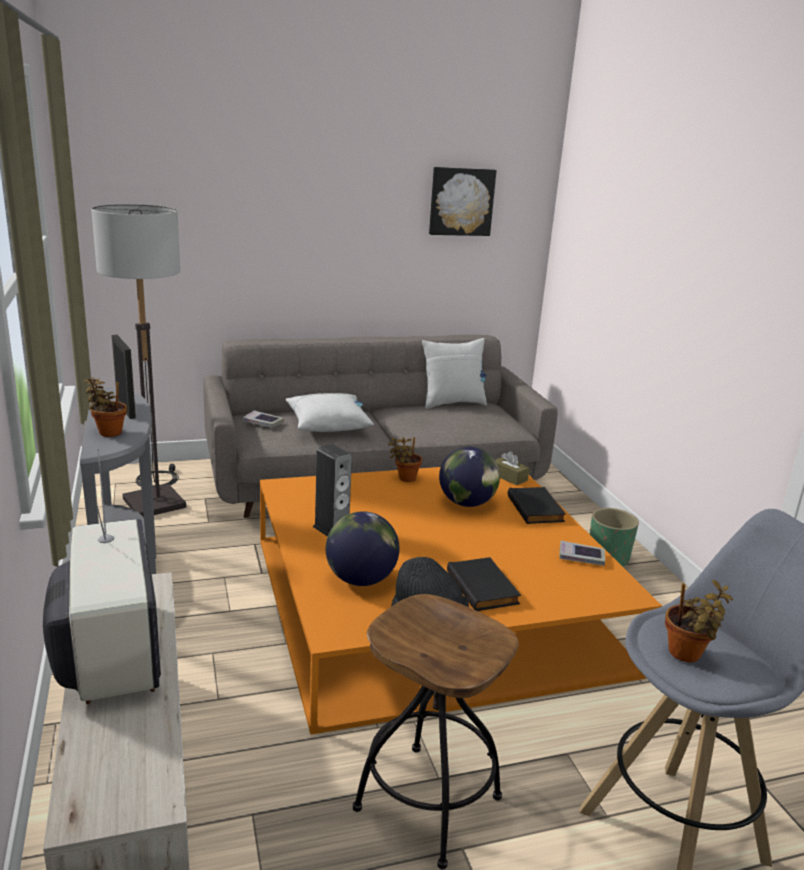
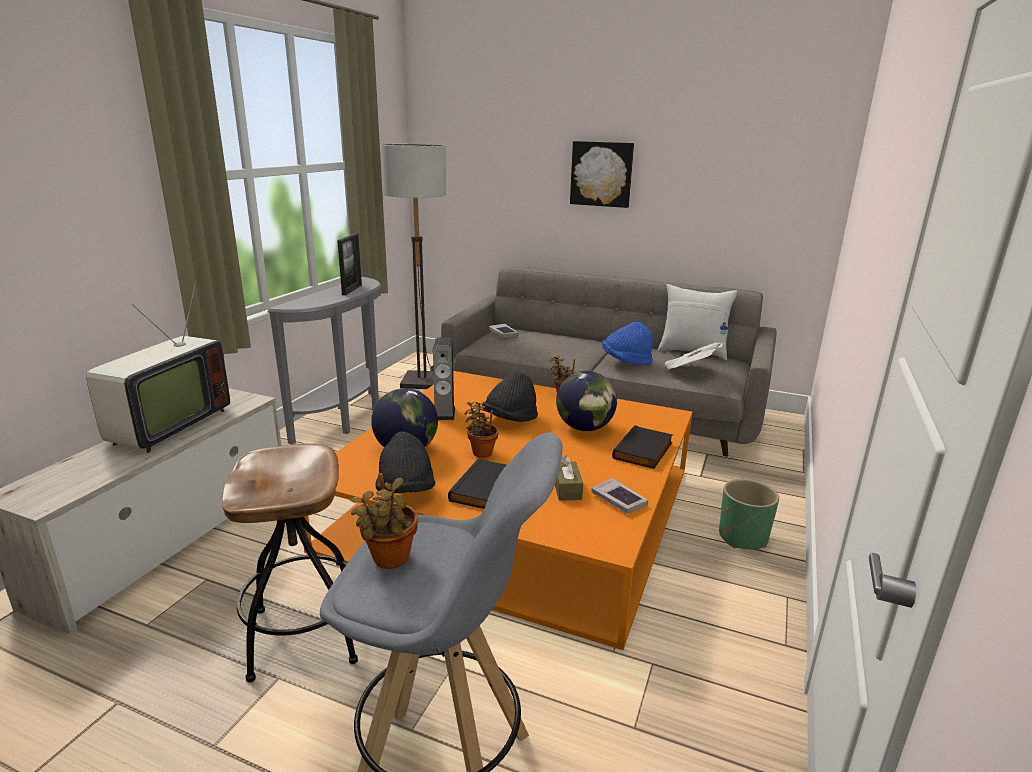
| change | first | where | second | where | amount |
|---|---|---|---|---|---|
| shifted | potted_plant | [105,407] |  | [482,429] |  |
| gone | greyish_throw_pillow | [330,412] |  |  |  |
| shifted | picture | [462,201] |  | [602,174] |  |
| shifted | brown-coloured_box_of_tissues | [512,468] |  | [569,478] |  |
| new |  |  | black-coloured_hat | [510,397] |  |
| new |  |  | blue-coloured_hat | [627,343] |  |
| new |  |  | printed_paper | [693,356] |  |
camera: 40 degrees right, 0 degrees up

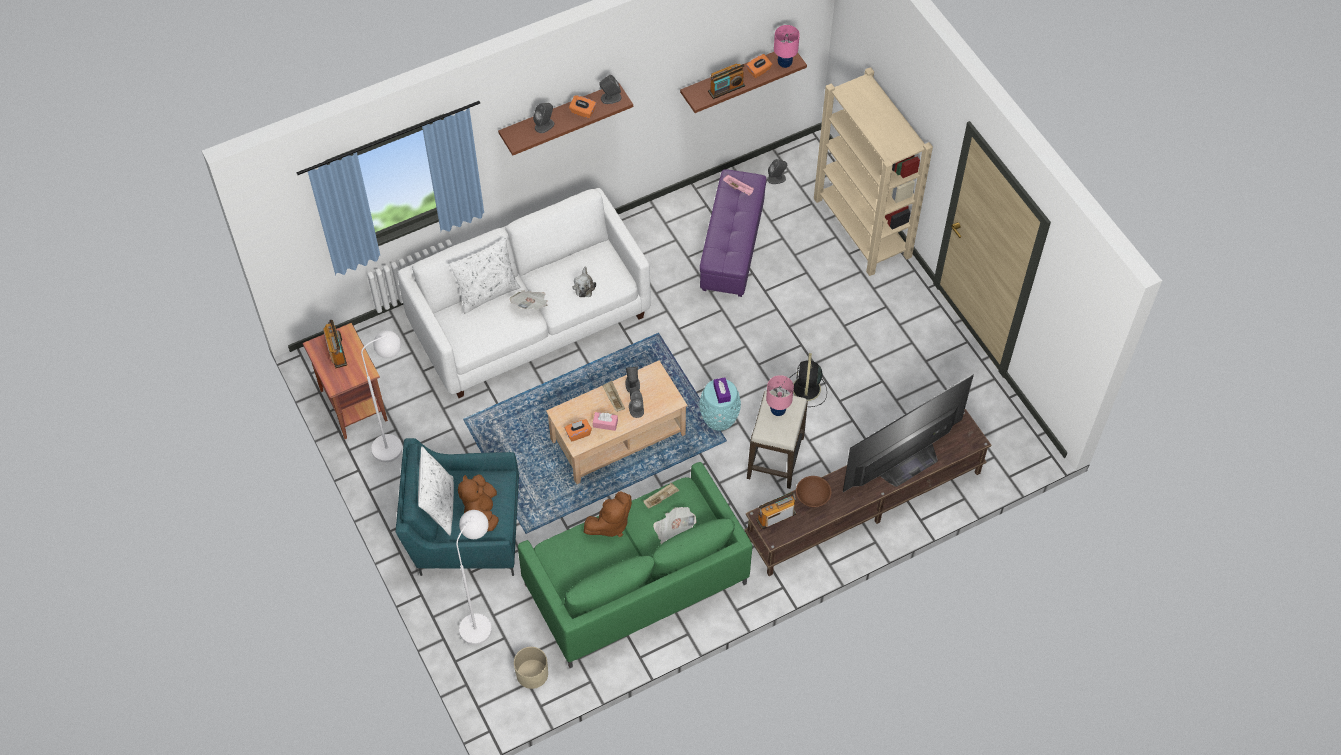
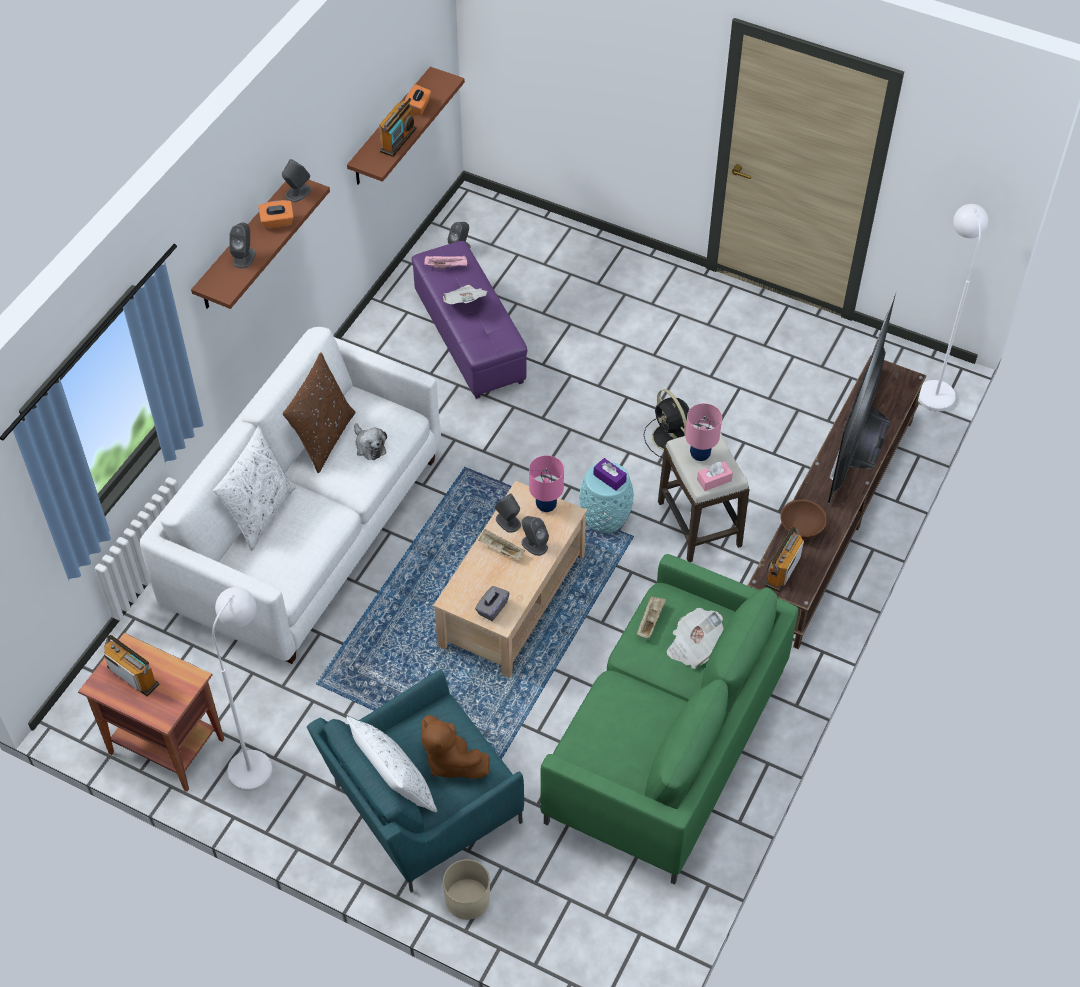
| change | first | where | second | where | amount |
|---|---|---|---|---|---|
| shifted | white-coloured_floor_lamp | [474,577] |  | [953,308] |  |
| shifted | printed_paper | [529,299] |  | [465,294] |  |
| shifted | sand-coloured_plant_pot | [531,668] |  | [466,889] |  |
| repainted | orange-coloured_box_of_tissues | [578,430] | greyish_box_of_tissues | [492,603] |  |
| gone | brown-coloured_cuddly_toy | [608,514] |  |  |  |
| shifted | pink_box_of_tissues | [605,421] |  | [715,476] |  |
| shifted | pink_lamp_for_a_table | [787,46] |  | [546,483] |  |
| gone | sand-coloured_shelving_unit | [873,171] |  |  |  |
| new |  |  | brown-coloured_throw_pillow | [319,412] |  |
camera: 35 degrees left, 5 degrees down

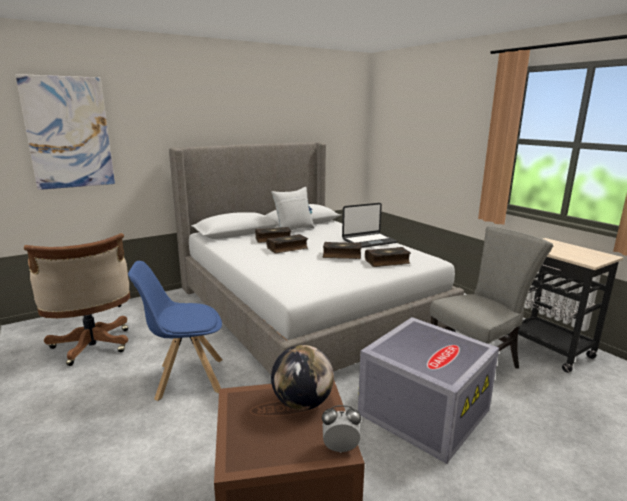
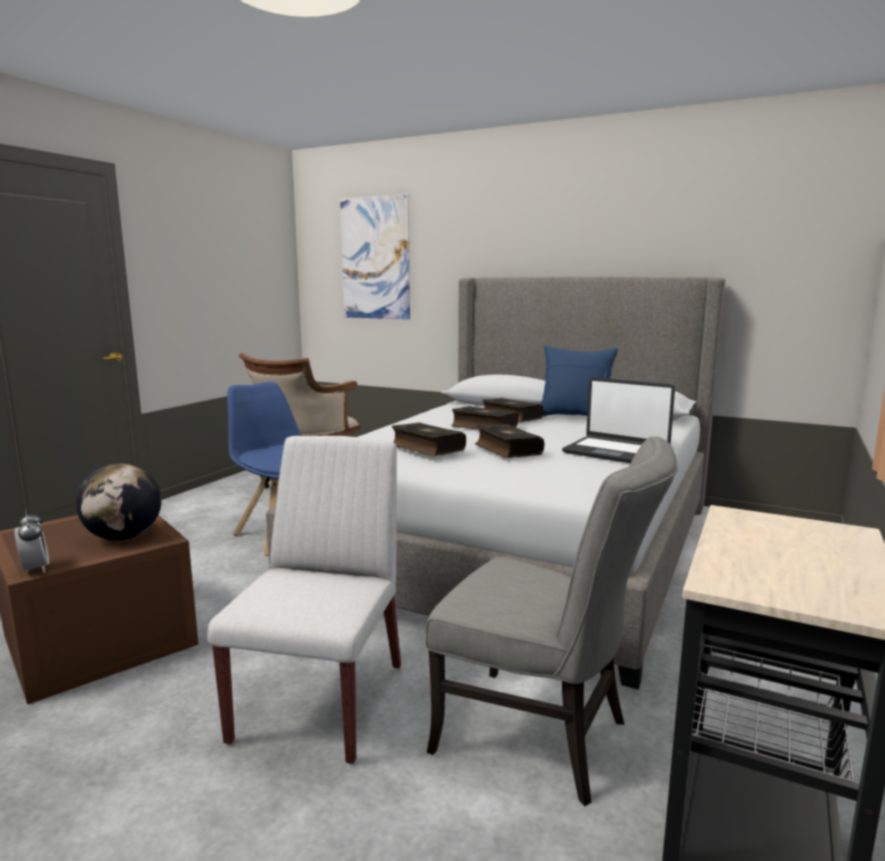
| change | first | where | second | where | amount |
|---|---|---|---|---|---|
| repainted | greyish_throw_pillow | [292,208] | blue-coloured_throw_pillow | [579,380] |  |
| swapped | greyish_storage_container | [428,390] | white-coloured_chair | [304,600] |  |
| shifted | volume | [388,257] |  | [429,439] |  |
camera: 60 degrees right, 5 degrees down

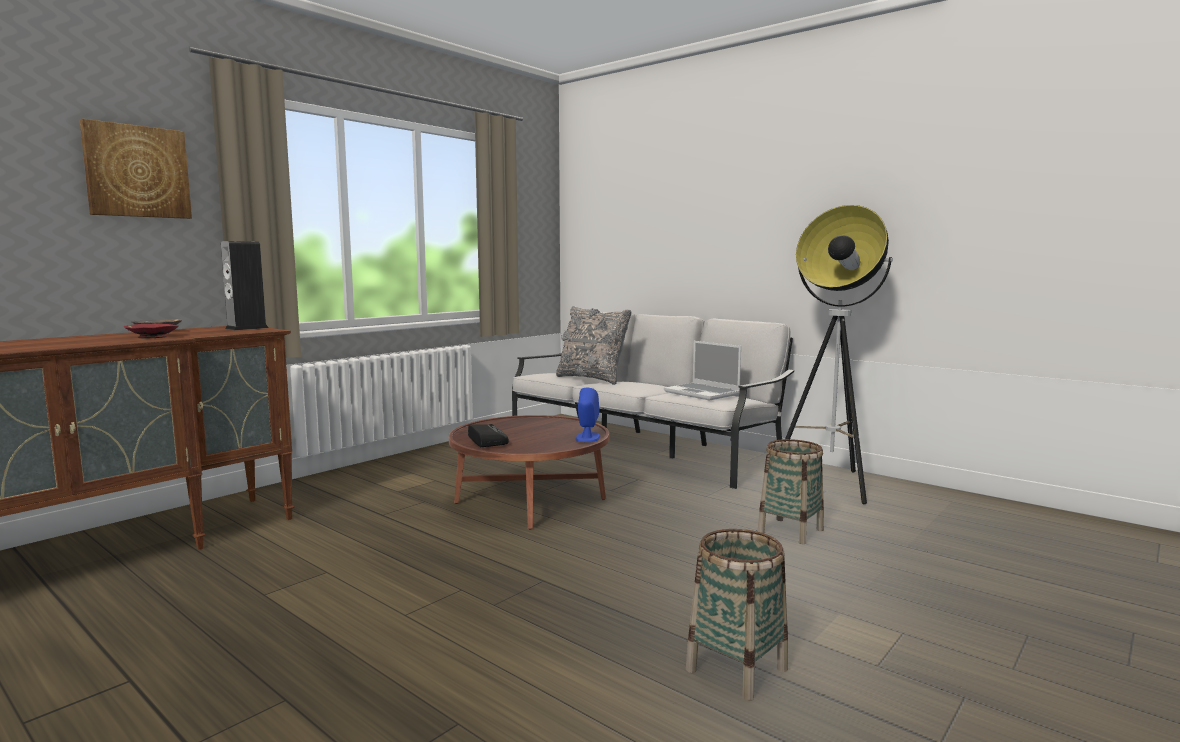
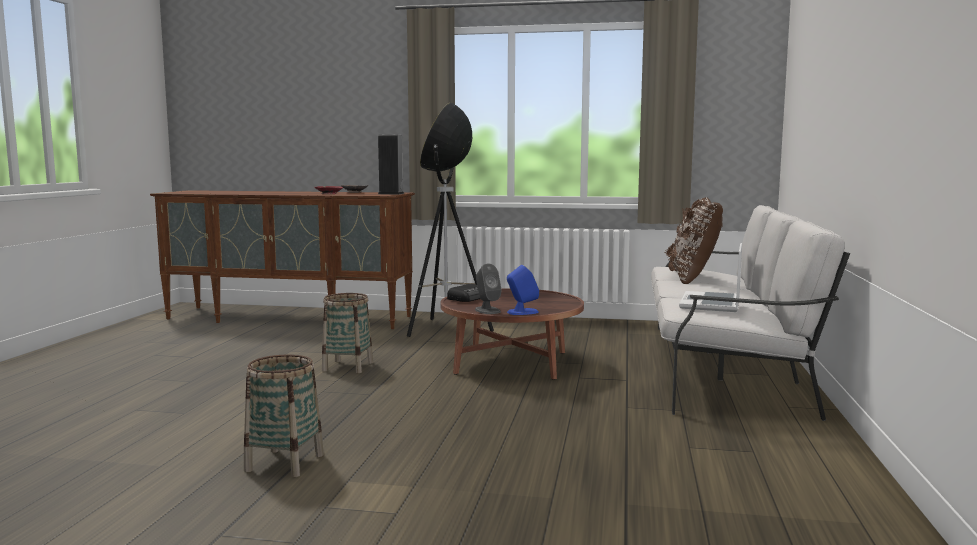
| change | first | where | second | where | amount |
|---|---|---|---|---|---|
| gone | picture | [136,169] |  |  |  |
| repainted | greyish_throw_pillow | [593,345] | brown-coloured_throw_pillow | [694,240] |  |
| shifted | basket | [790,491] |  | [347,333] |  |
| shifted | floor_lamp | [839,354] |  | [450,220] |  |
| new |  |  | greyish_speaker | [488,289] |  |
camera: 60 degrees right, 0 degrees up

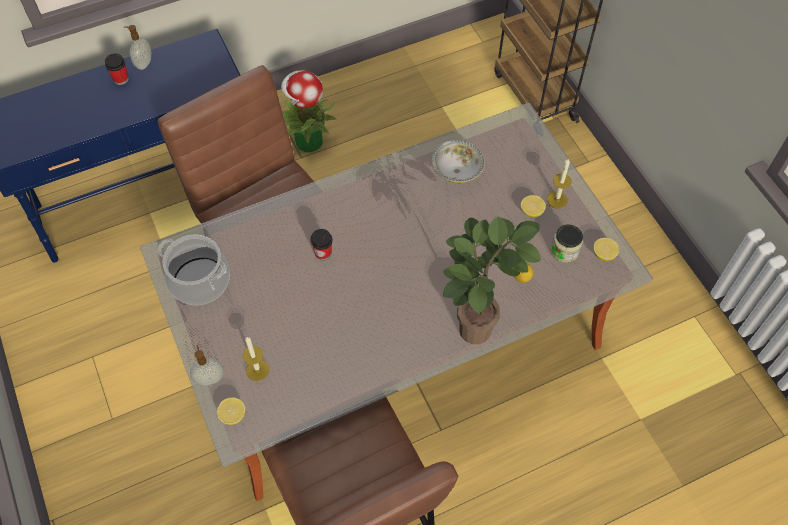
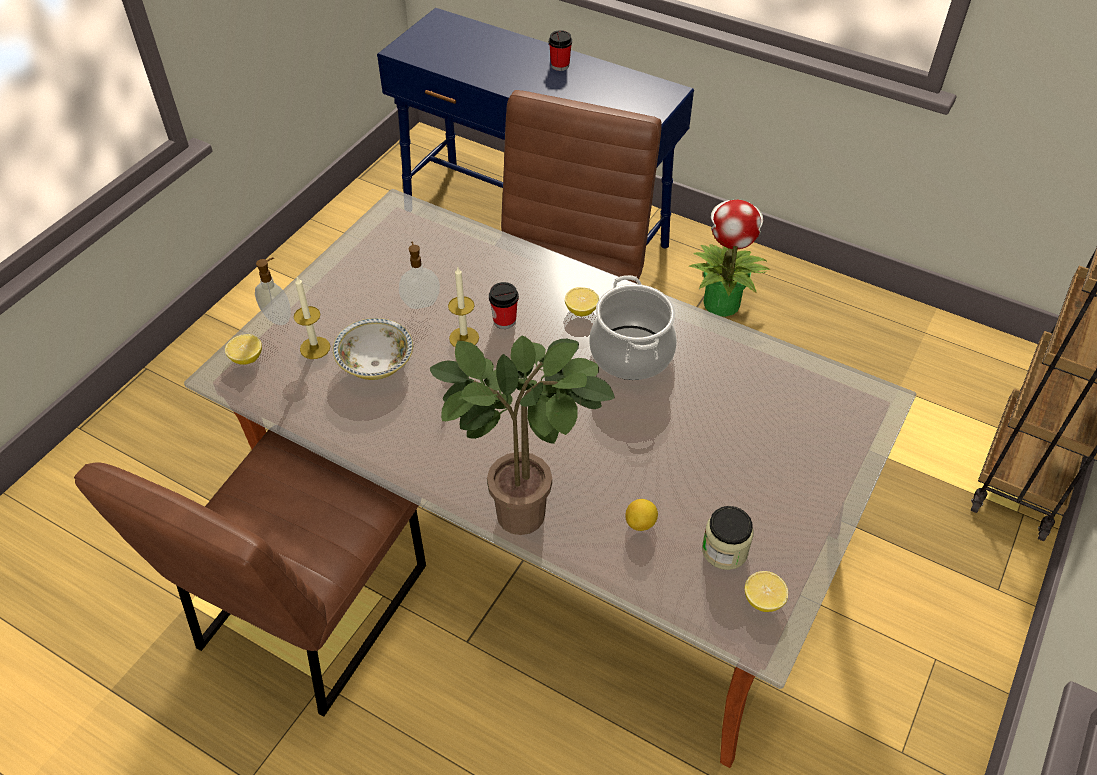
| change | first | where | second | where | amount |
|---|---|---|---|---|---|
| shifted | liquid_soap_bottle | [137,47] |  | [419,275] |  |
| shifted | cooking_pot | [193,270] |  | [633,327] |  |
| shifted | deep_dish | [458,161] |  | [373,349] |  |
| shifted | citrus_fruit | [533,206] |  | [582,301] |  |
| shifted | wax_candle | [559,183] |  | [463,307] |  |
camera: 55 degrees right, 10 degrees down

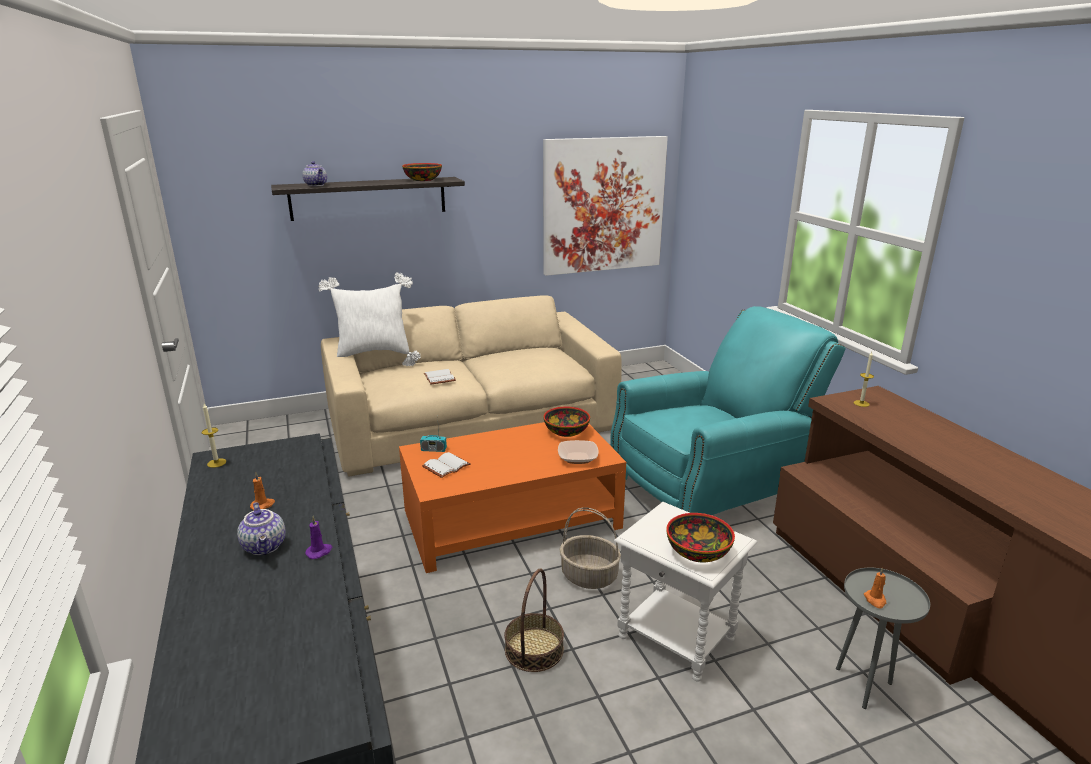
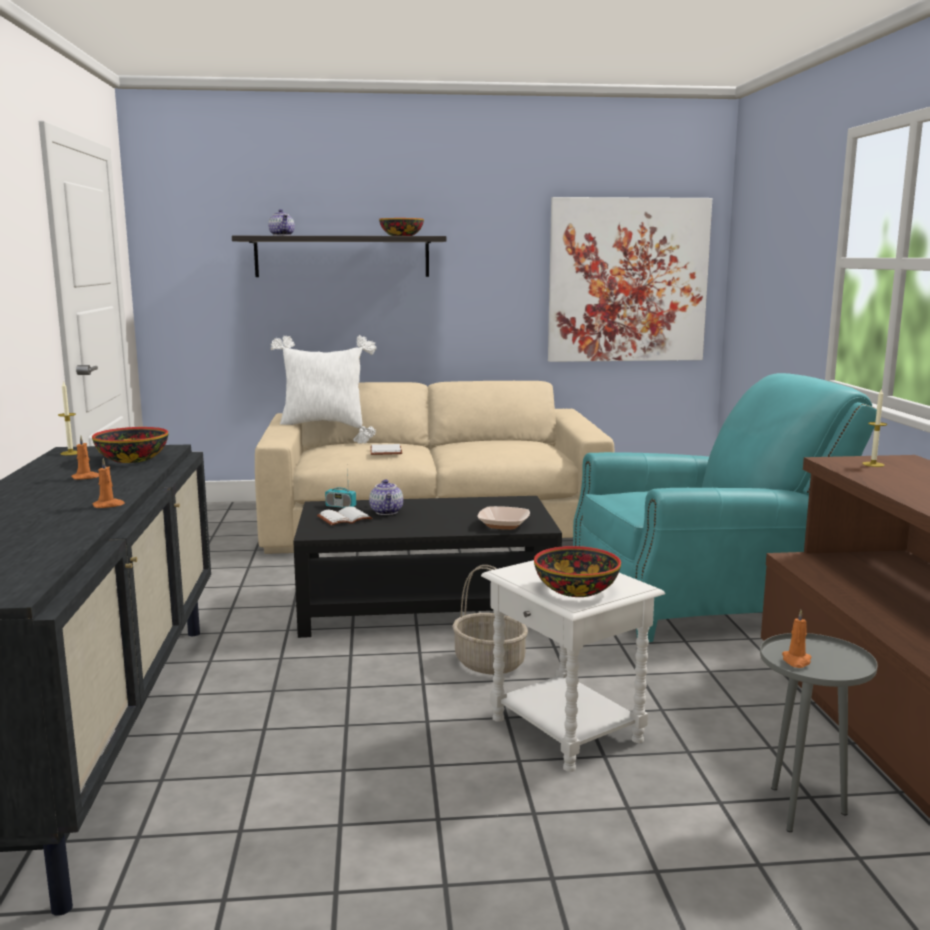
| change | first | where | second | where | amount |
|---|---|---|---|---|---|
| shifted | tea_pot | [261,528] |  | [386,497] |  |
| repainted | purple-coloured_wax_candle | [318,537] | orange-coloured_wax_candle | [108,483] |  |
| repainted | orange-coloured_lounge_table | [512,497] | black-coloured_lounge_table | [427,567] |  |
| gone | basket | [534,620] |  |  |  |
| shifted | deep_dish | [567,421] |  | [130,445] |  |
camera: 15 degrees right, 10 degrees down

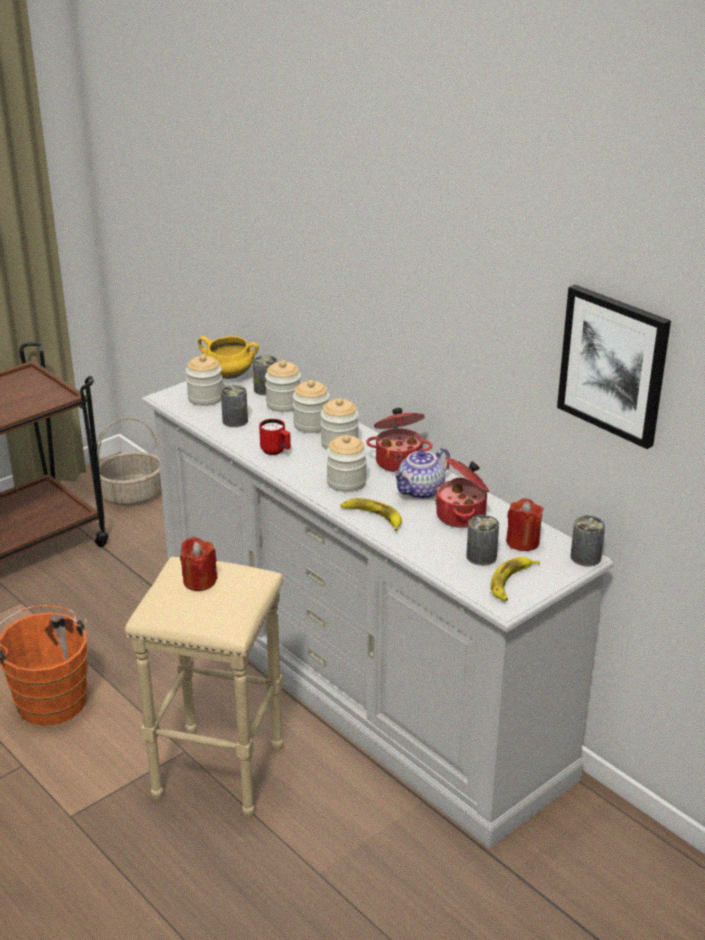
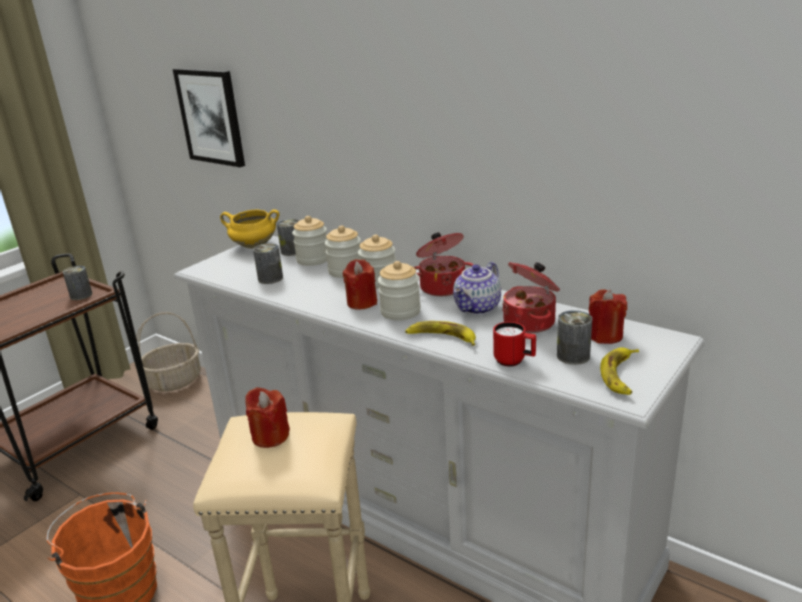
| change | first | where | second | where | amount |
|---|---|---|---|---|---|
| gone | jar | [204,380] |  |  |  |
| shifted | reddish_mug | [275,437] |  | [514,344] |  |
| shifted | picture | [614,367] |  | [209,117] |  |
| shifted | can | [587,541] |  | [78,283] |  |
| new |  |  | reddish_wax_candle | [359,284] |  |
camera: 10 degrees left, 5 degrees down

